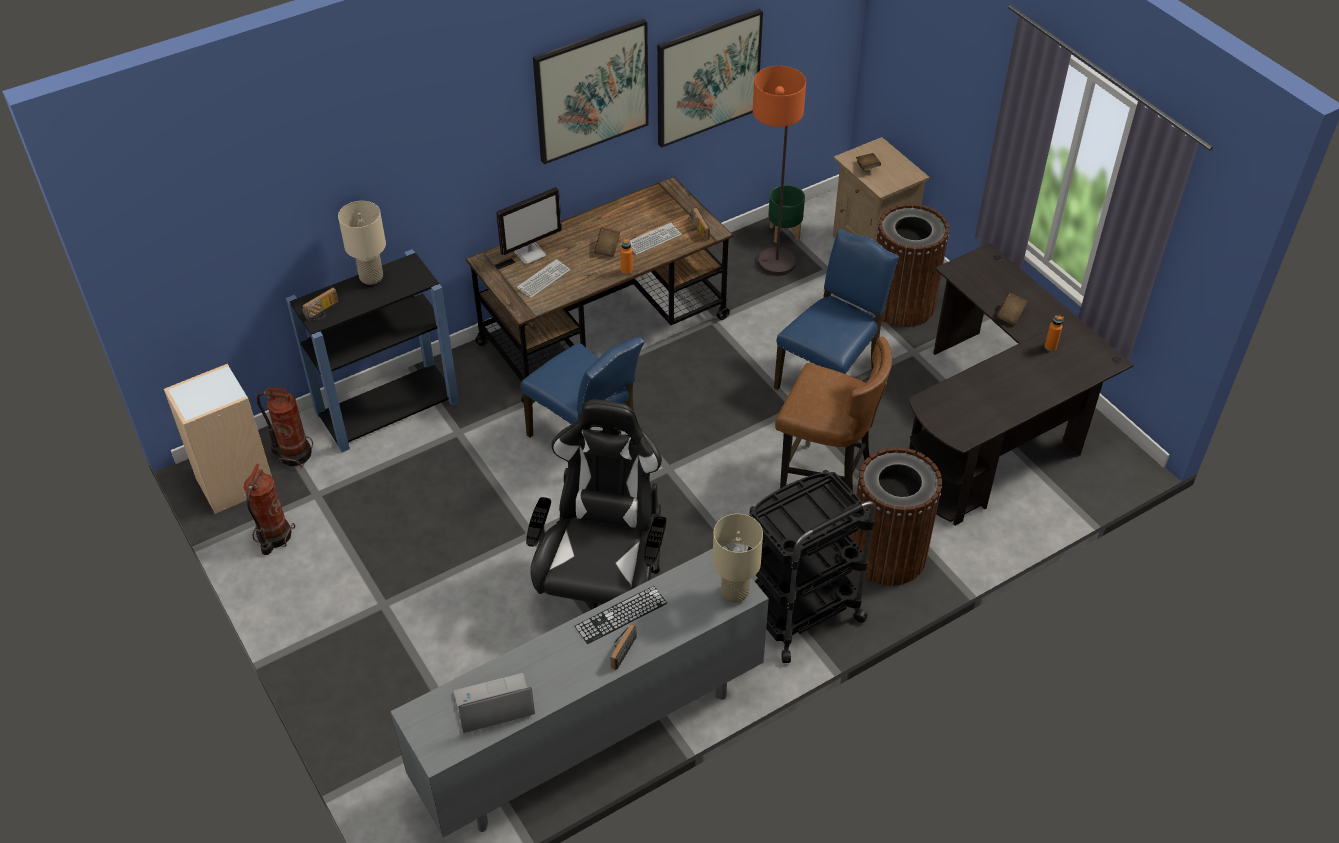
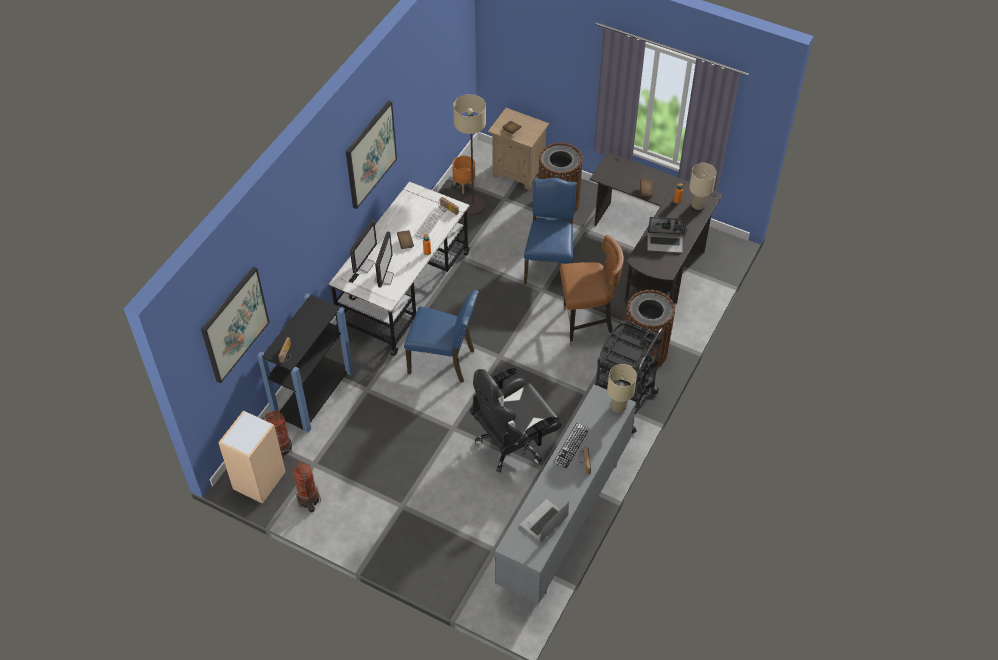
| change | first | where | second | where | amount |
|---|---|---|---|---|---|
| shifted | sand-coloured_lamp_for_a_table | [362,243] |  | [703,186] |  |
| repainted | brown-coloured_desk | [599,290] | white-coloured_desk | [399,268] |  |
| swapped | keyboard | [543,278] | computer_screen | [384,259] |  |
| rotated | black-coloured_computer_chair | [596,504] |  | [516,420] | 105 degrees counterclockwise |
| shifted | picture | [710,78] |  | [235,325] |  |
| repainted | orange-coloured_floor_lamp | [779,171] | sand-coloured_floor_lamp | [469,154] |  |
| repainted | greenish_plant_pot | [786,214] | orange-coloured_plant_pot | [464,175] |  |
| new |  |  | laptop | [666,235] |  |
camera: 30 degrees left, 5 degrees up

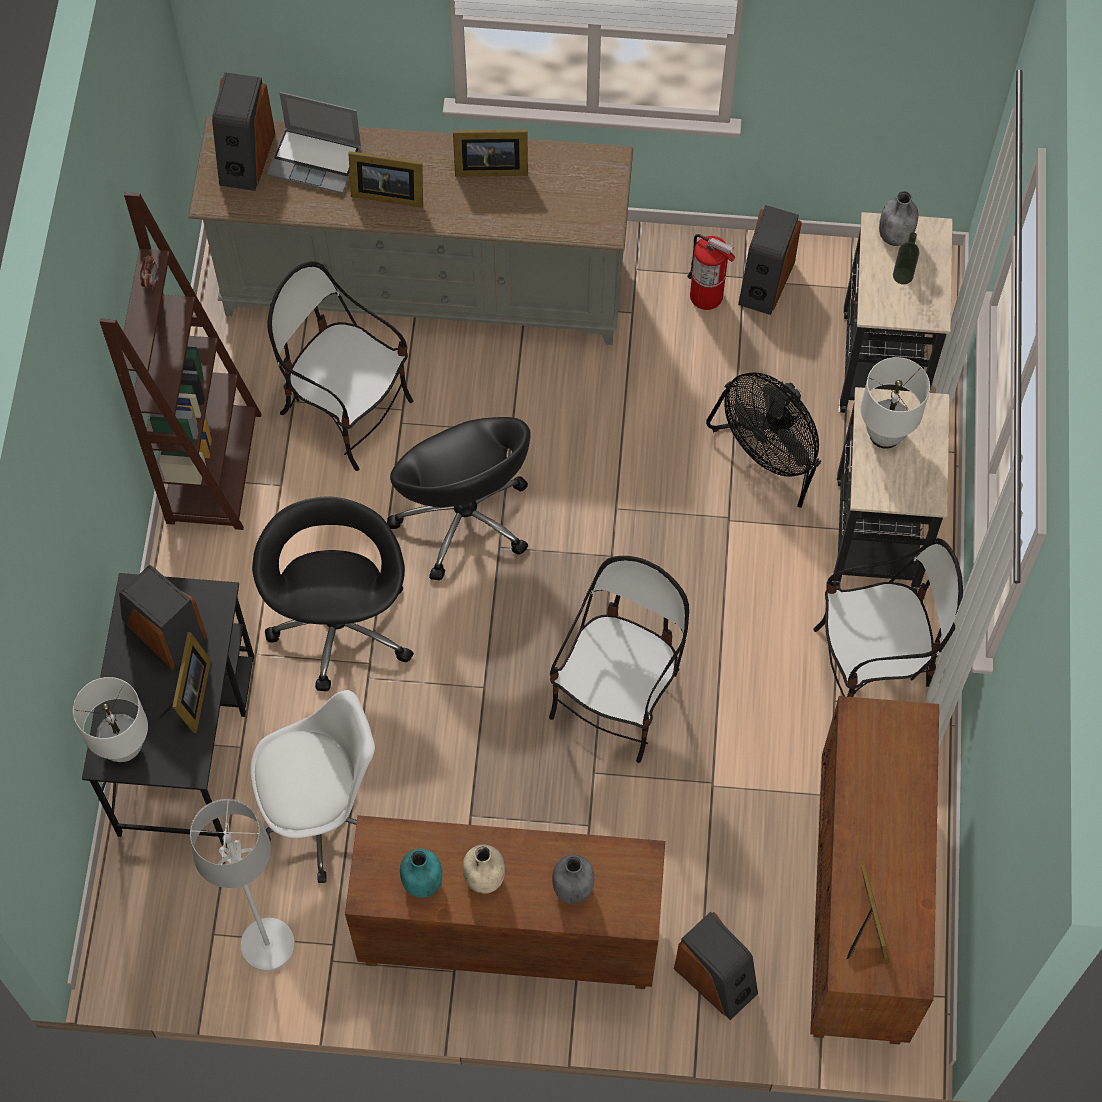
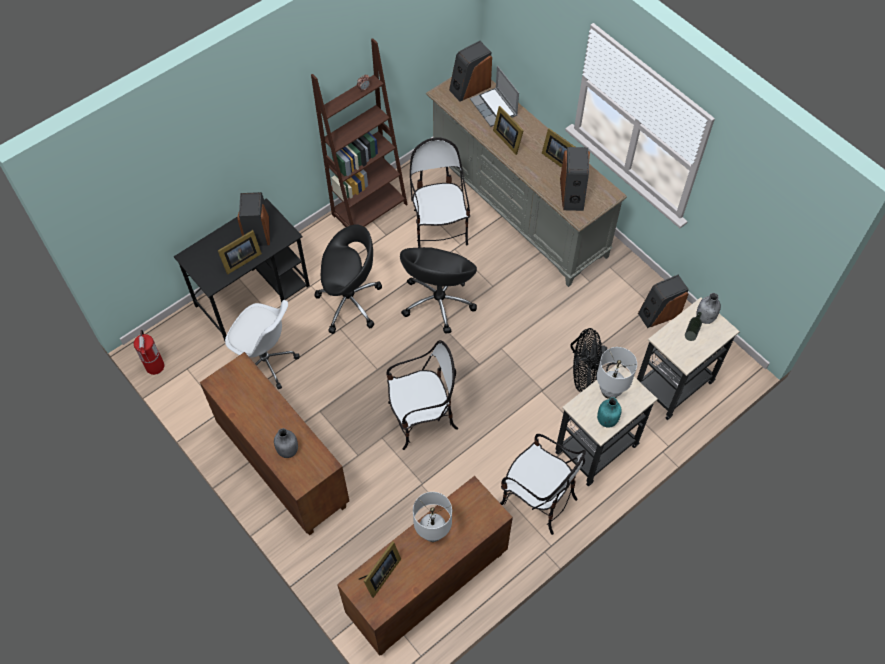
| change | first | where | second | where | amount |
|---|---|---|---|---|---|
| shifted | white-coloured_lamp_for_a_table | [110,720] |  | [432,517] |  |
| gone | white-coloured_floor_lamp | [242,885] |  |  |  |
| rotated | black-coloured_computer_chair | [333,594] |  | [348,279] | 45 degrees clockwise |
| shifted | turquoise_drink_bottle | [421,873] |  | [609,412] |  |
| gone | sand-coloured_drink_bottle | [484,869] |  |  |  |
| shifted | speaker | [716,966] |  | [575,179] |  |
| shifted | fire-fighting_cylinder | [711,272] |  | [149,352] |  |
camera: 45 degrees right, 5 degrees down

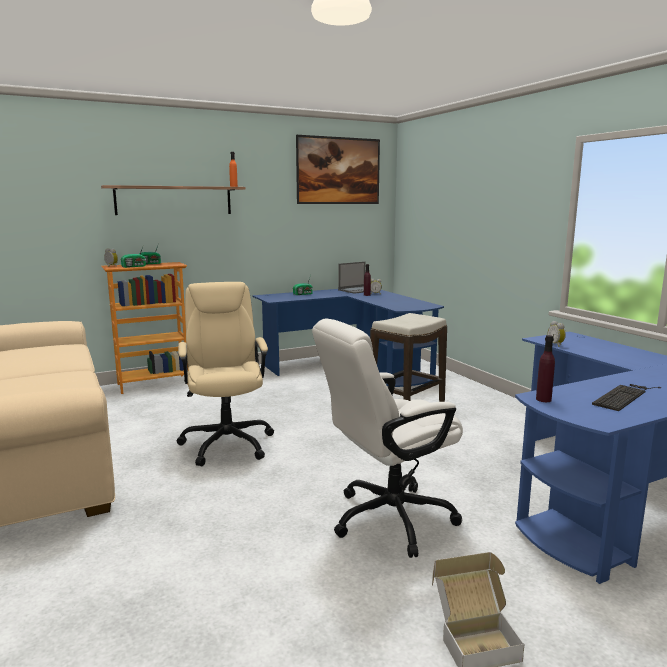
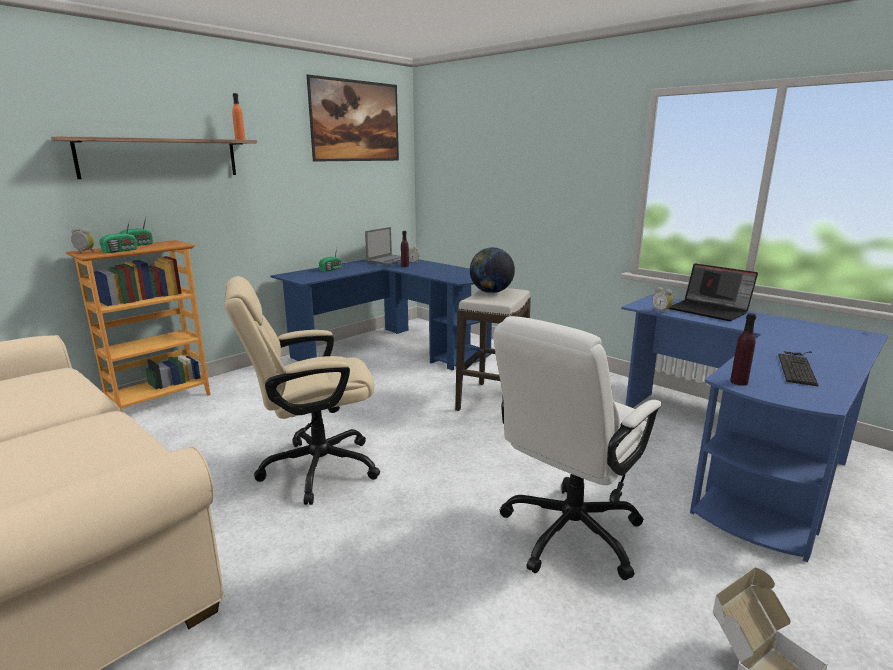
| change | first | where | second | where | amount |
|---|---|---|---|---|---|
| rotated | sand-coloured_computer_chair | [225,374] |  | [302,390] | 75 degrees counterclockwise |
| new |  |  | world_globe | [492,270] |  |
| new |  |  | laptop | [713,292] |  |
camera: 20 degrees left, 5 degrees up

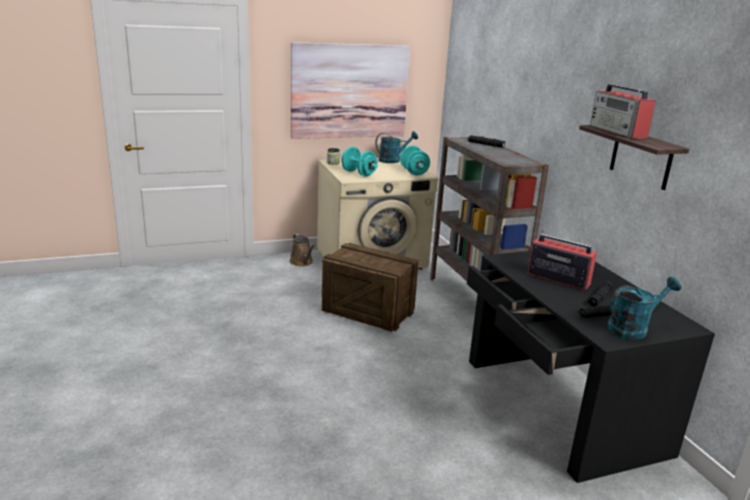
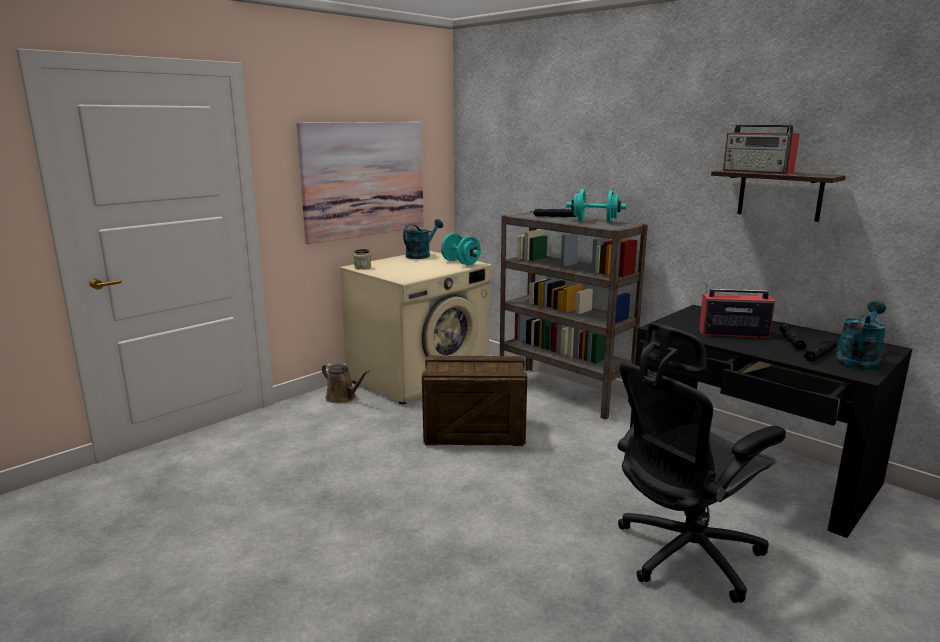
| change | first | where | second | where | amount |
|---|---|---|---|---|---|
| shifted | turquoise_dumbbell | [359,161] |  | [596,205] |  |
| new |  |  | computer_chair | [702,462] |  |
camera: 25 degrees left, 5 degrees down

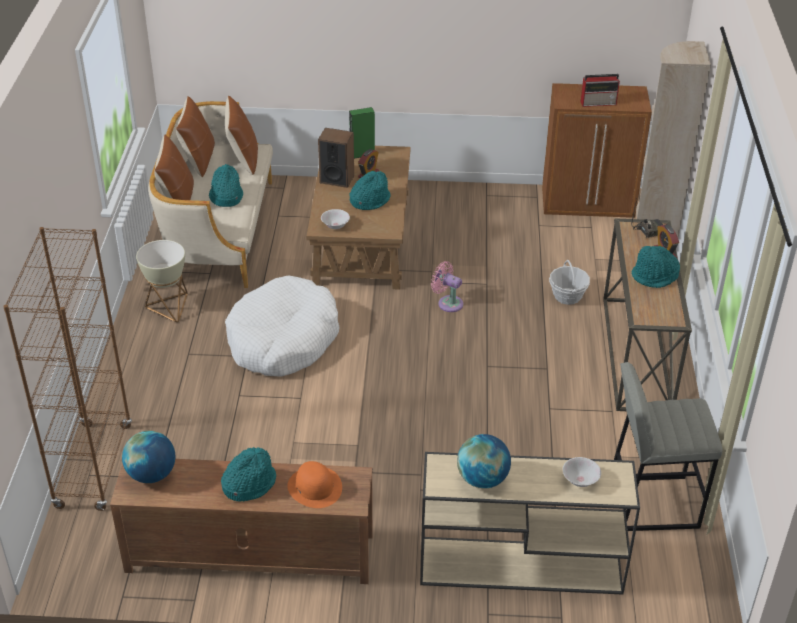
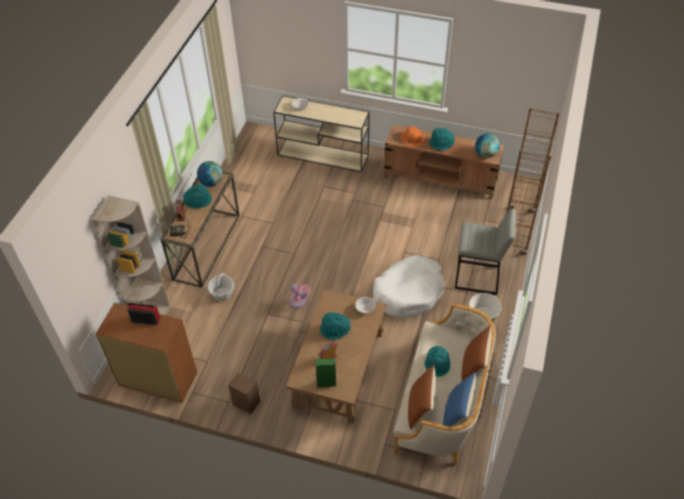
| change | first | where | second | where | amount |
|---|---|---|---|---|---|
| repainted | brown-coloured_throw_pillow | [195,136] | blue-coloured_throw_pillow | [459,399] |  |
| shifted | speaker | [336,158] |  | [244,393] |  |
| shifted | world_globe | [484,461] |  | [210,173] |  |
| shifted | greyish_stool | [668,446] |  | [486,252] |  |
camera: 165 degrees left, 10 degrees up

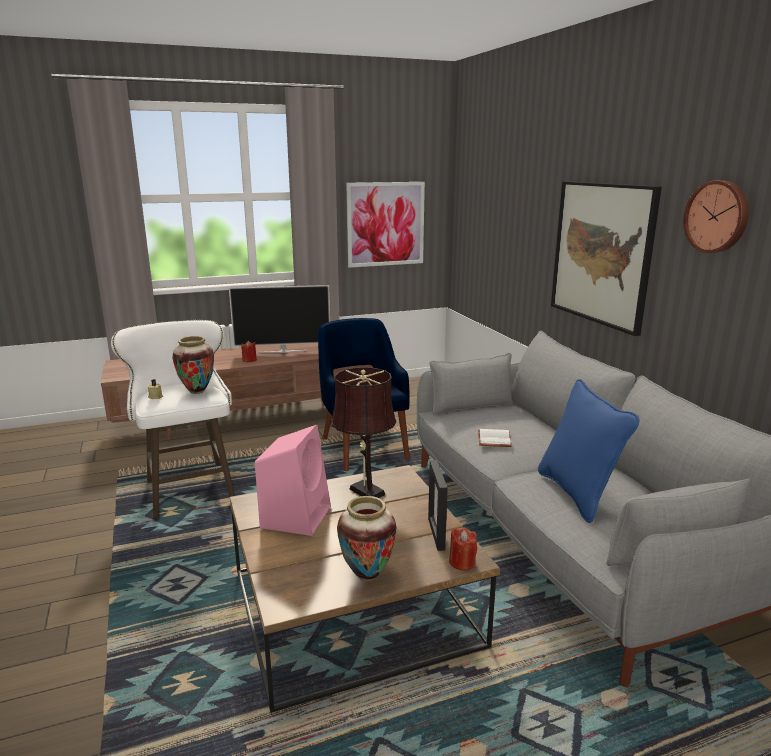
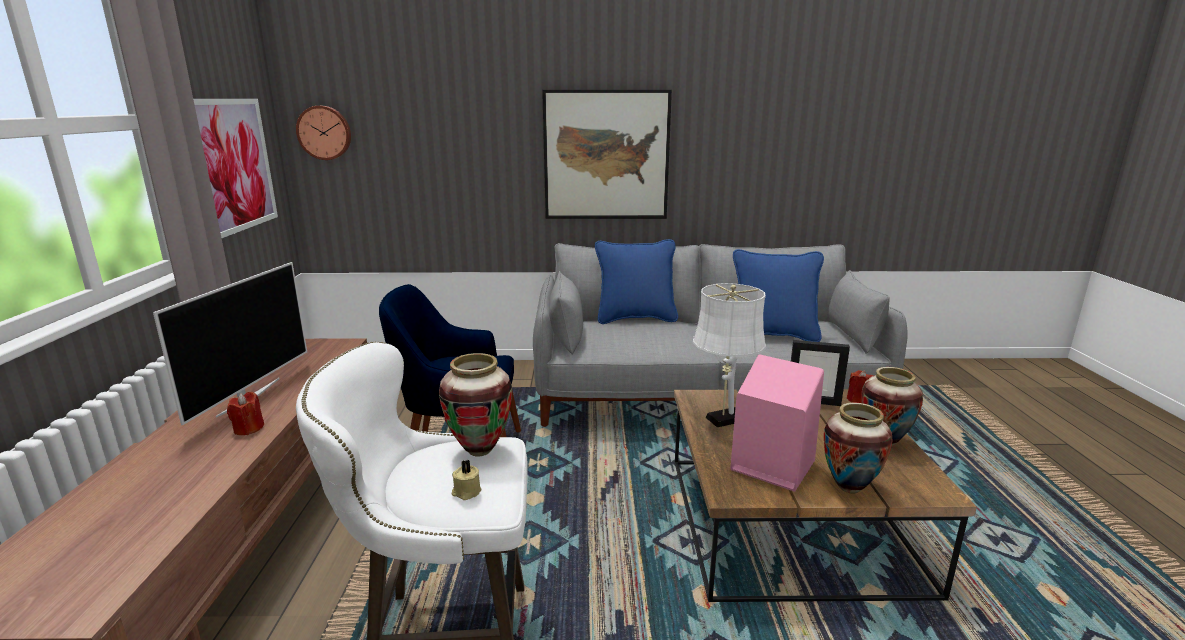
| change | first | where | second | where | amount |
|---|---|---|---|---|---|
| repainted | brown-coloured_lamp_for_a_table | [363,432] | white-coloured_lamp_for_a_table | [729,355] |  |
| gone | white-coloured_volume | [495,438] |  |  |  |
| shifted | clock_on_the_wall | [716,216] |  | [323,133] |  |
| new |  |  | blue-coloured_throw_pillow | [636,281] |  |
| new |  |  | decorative_vase | [858,448] |  |
camera: 70 degrees left, 0 degrees up

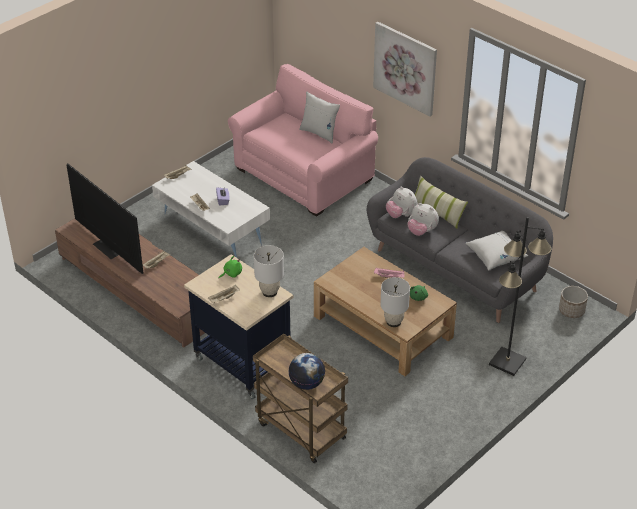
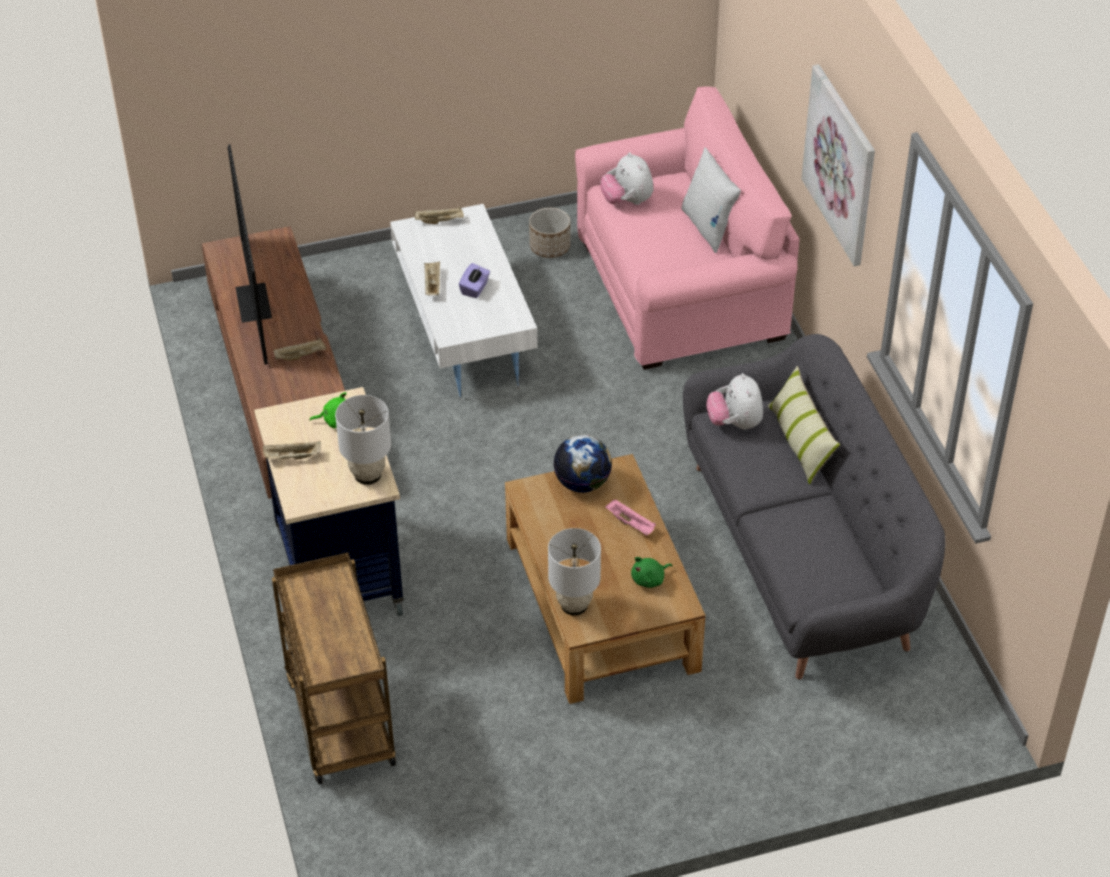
| change | first | where | second | where | amount |
|---|---|---|---|---|---|
| shifted | world_globe | [307,371] |  | [583,464] |  |
| shifted | cuddly_toy | [423,219] |  | [627,178] |  |
| gone | greyish_throw_pillow | [496,251] |  |  |  |
| gone | black-coloured_floor_lamp | [520,296] |  |  |  |
| shifted | plant_pot | [573,302] |  | [549,233] |  |
camera: 30 degrees right, 5 degrees up

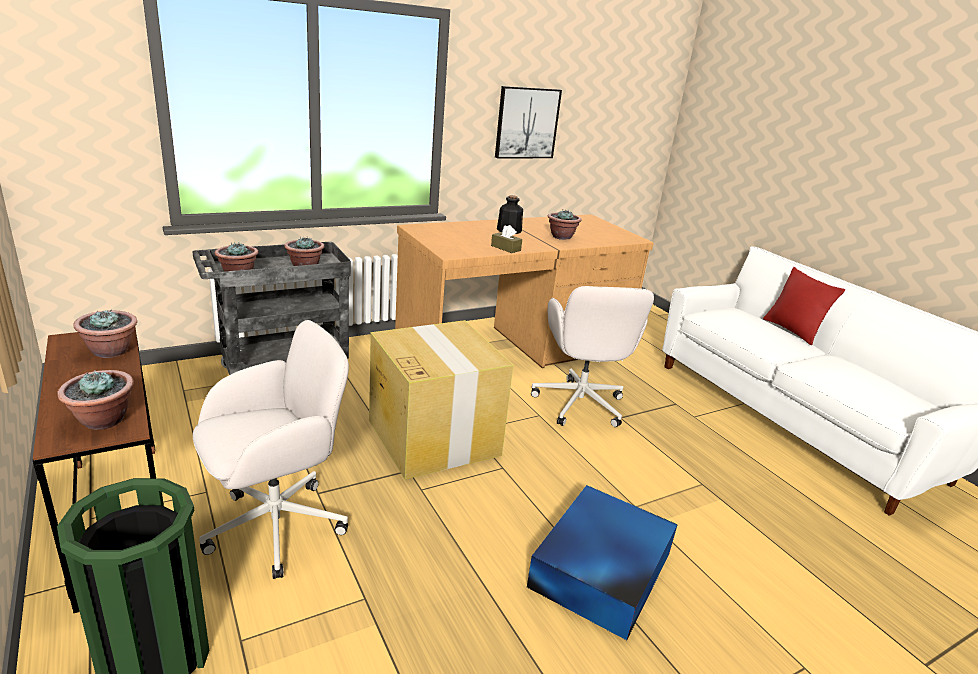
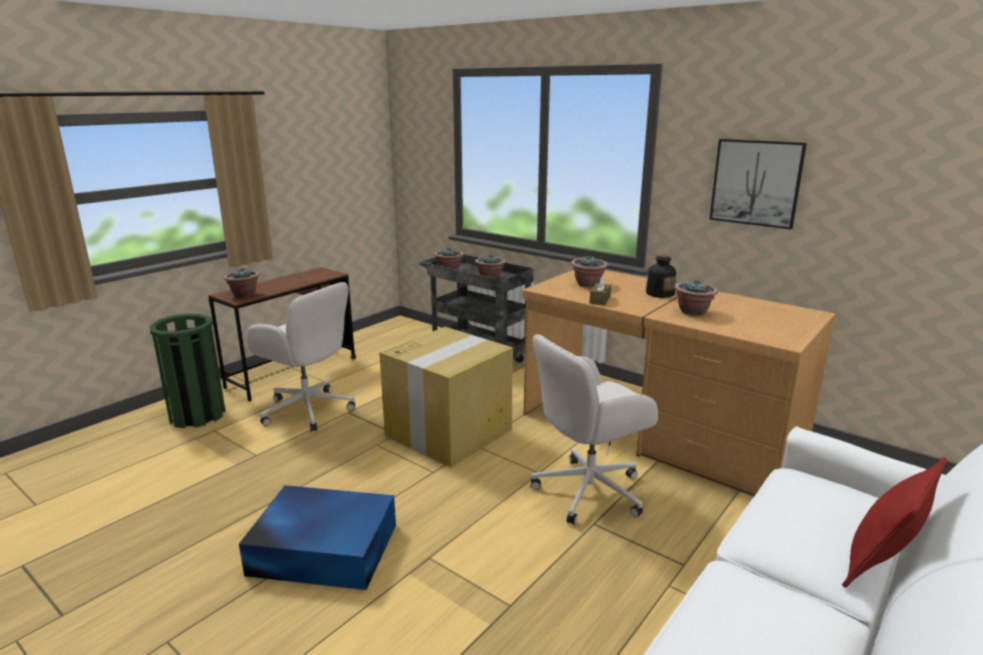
| change | first | where | second | where | amount |
|---|---|---|---|---|---|
| shifted | potted_plant | [105,334] |  | [589,271] |  |
camera: 70 degrees right, 5 degrees down

